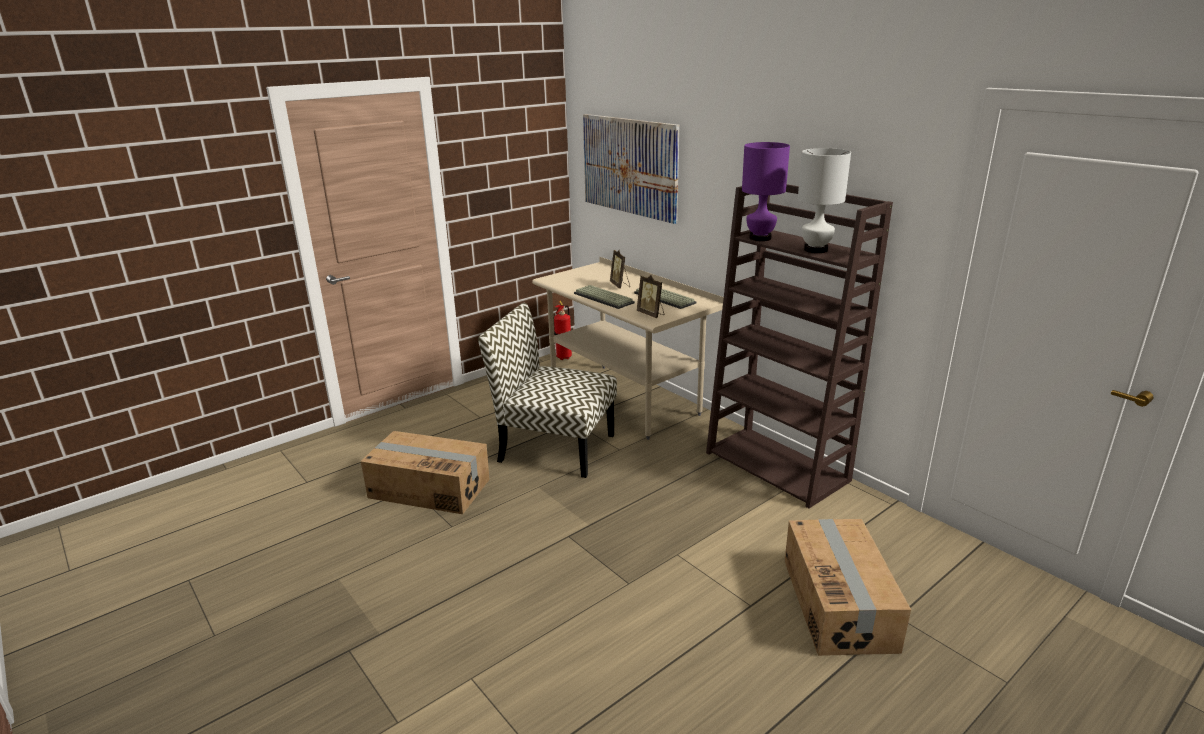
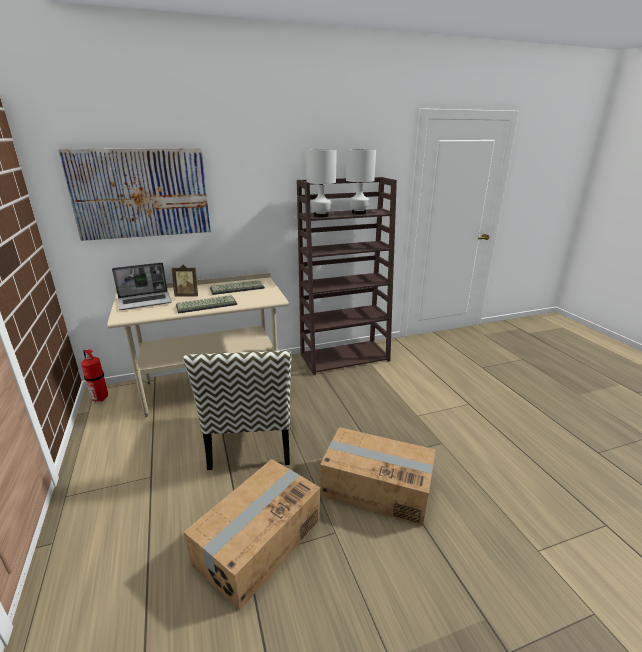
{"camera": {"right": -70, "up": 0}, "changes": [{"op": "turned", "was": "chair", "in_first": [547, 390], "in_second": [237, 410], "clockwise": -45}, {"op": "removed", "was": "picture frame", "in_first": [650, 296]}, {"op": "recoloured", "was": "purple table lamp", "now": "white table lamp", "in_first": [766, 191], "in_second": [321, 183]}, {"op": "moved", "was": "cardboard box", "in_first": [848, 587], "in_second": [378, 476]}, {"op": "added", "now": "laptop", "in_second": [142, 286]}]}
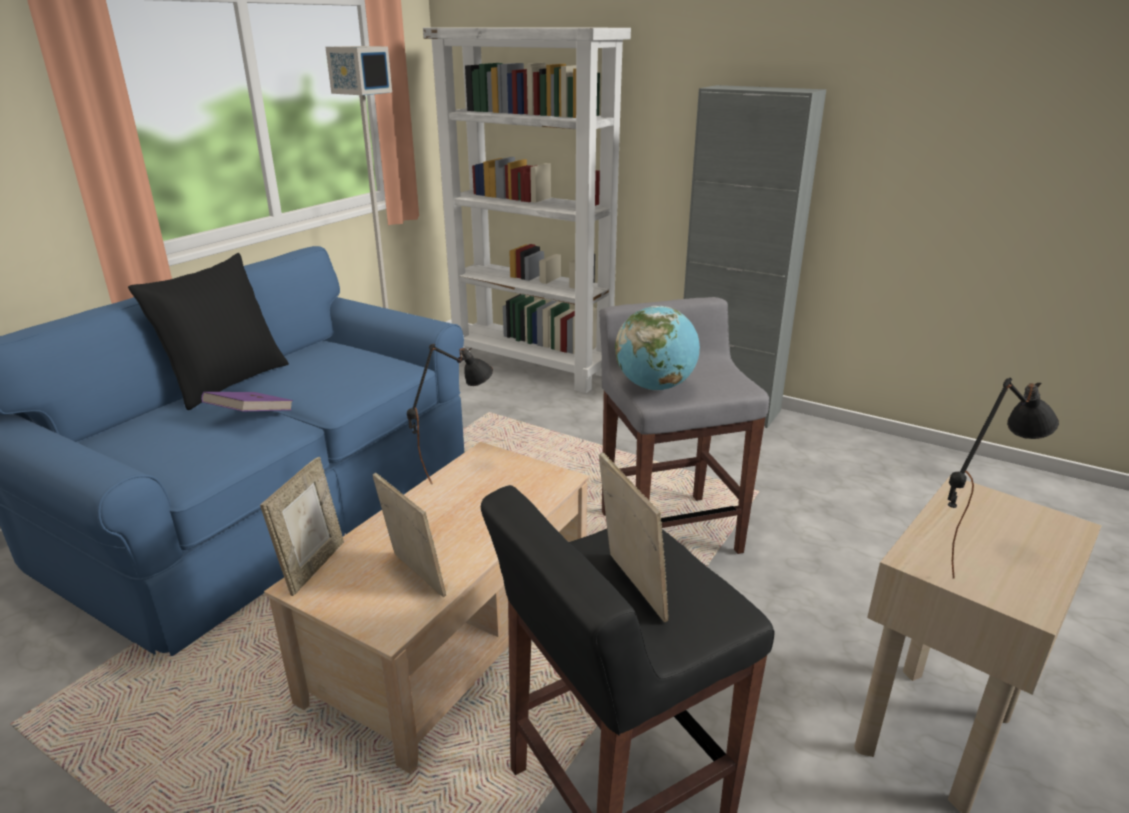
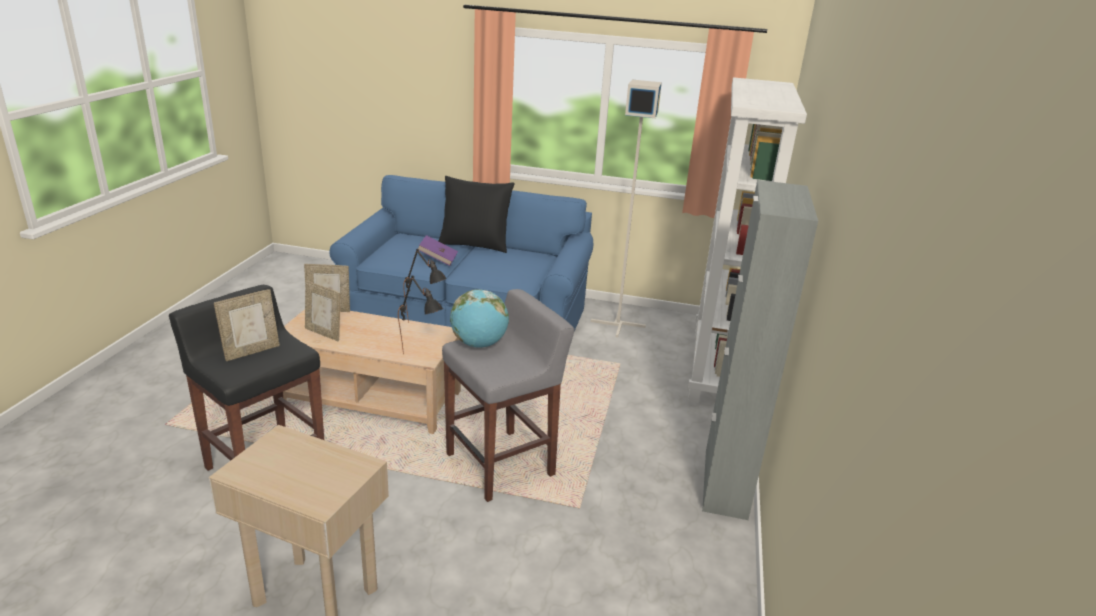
{"camera": {"right": 70, "up": 0}, "changes": [{"op": "turned", "was": "picture frame", "in_first": [409, 535], "in_second": [323, 311], "clockwise": 90}, {"op": "moved", "was": "black table lamp", "in_first": [1003, 478], "in_second": [420, 314]}]}
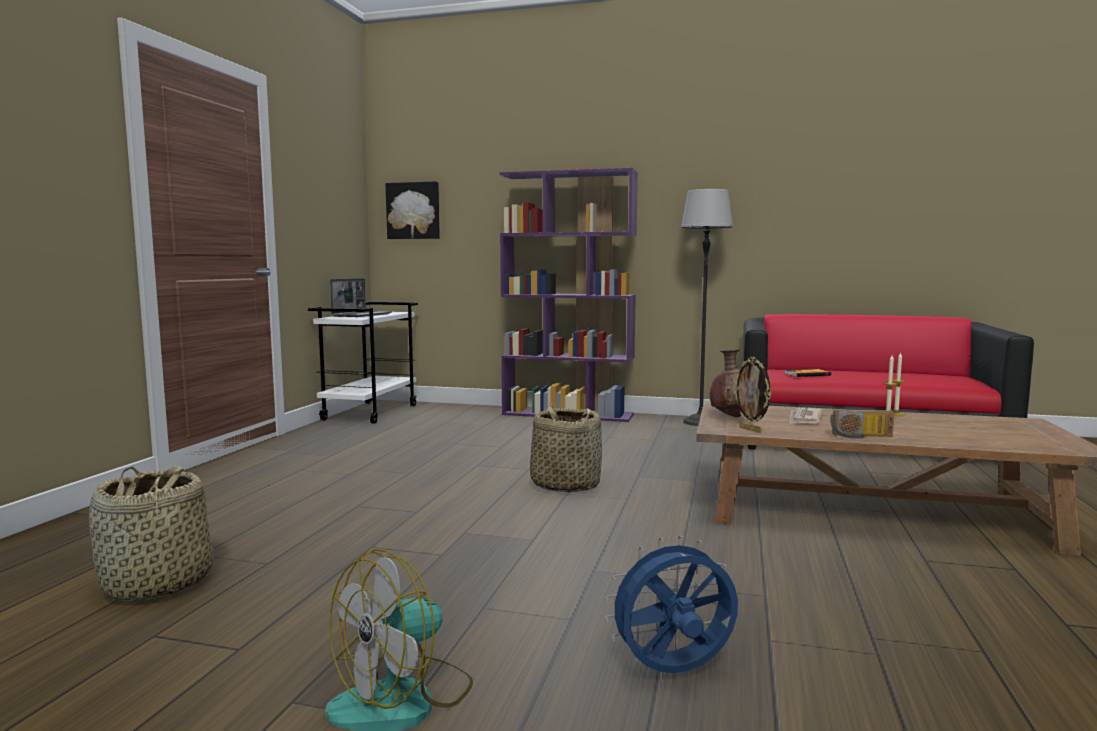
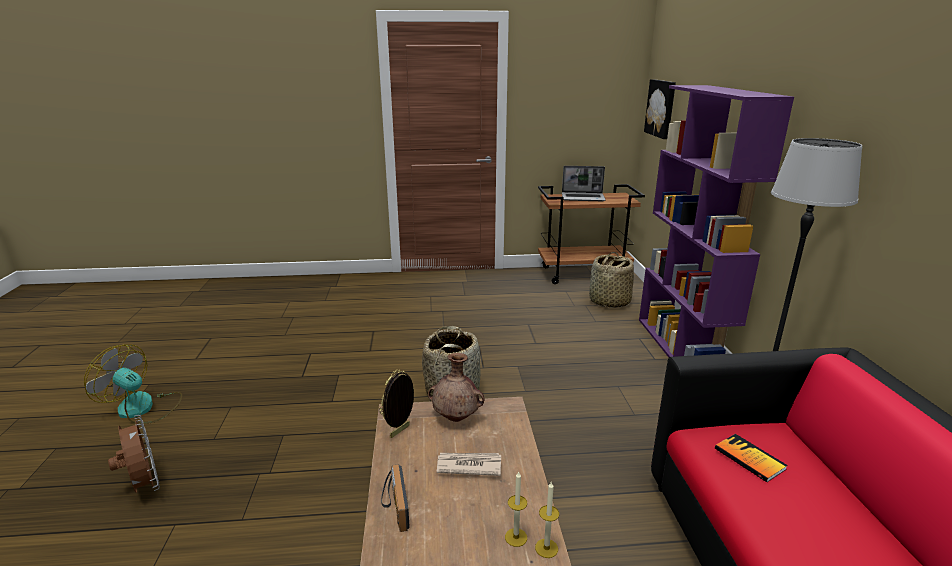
{"camera": {"right": 70, "up": 15}, "changes": [{"op": "moved", "was": "basket", "in_first": [151, 533], "in_second": [611, 280]}, {"op": "recoloured", "was": "white cart", "now": "brown cart", "in_first": [363, 363], "in_second": [591, 234]}, {"op": "recoloured", "was": "blue fan", "now": "brown fan", "in_first": [671, 604], "in_second": [134, 454]}]}
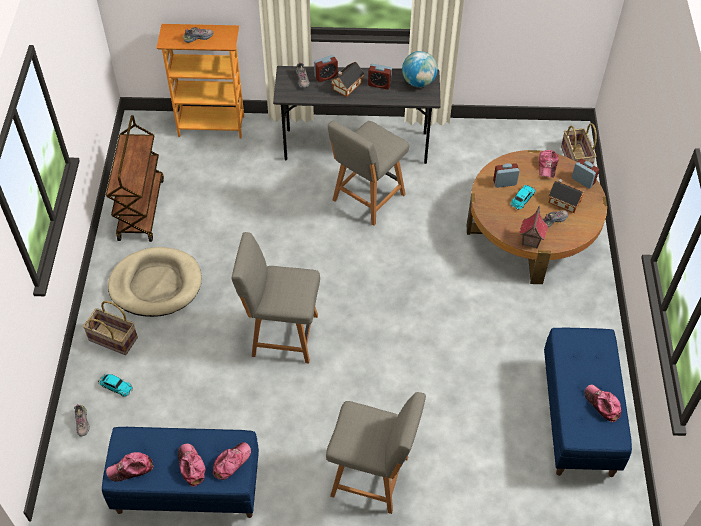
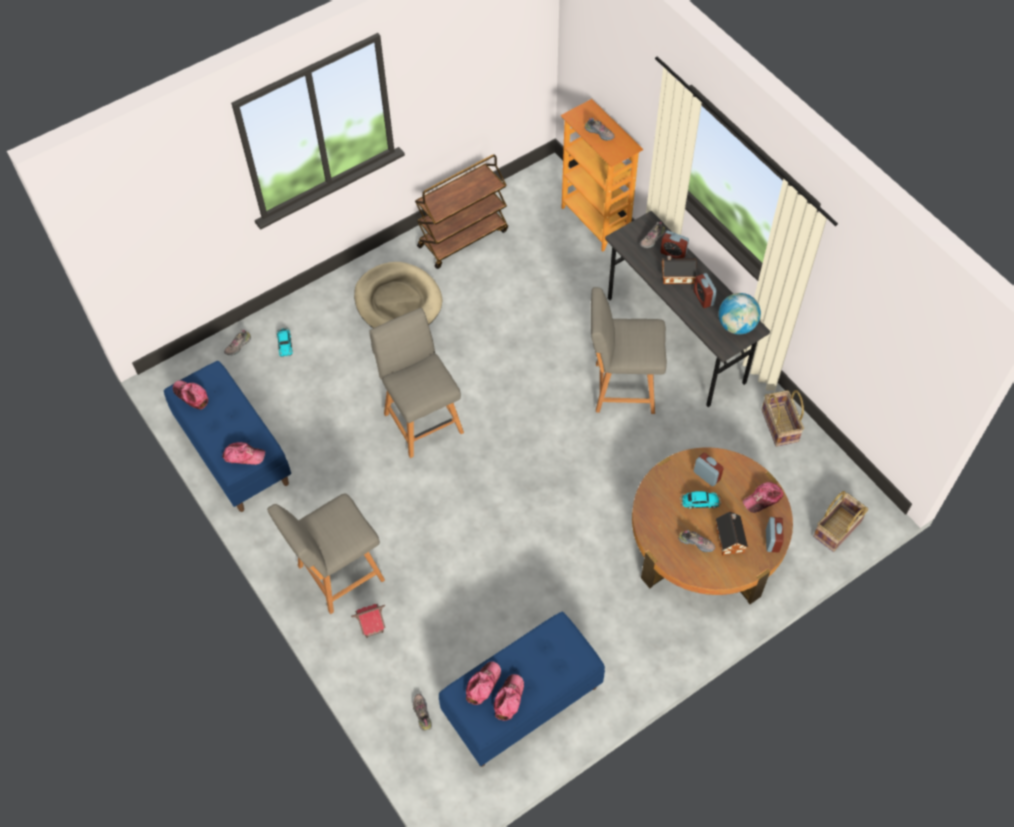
{"camera": {"right": 55, "up": 5}, "changes": [{"op": "moved", "was": "basket", "in_first": [110, 328], "in_second": [782, 418]}, {"op": "moved", "was": "cap", "in_first": [192, 464], "in_second": [483, 683]}, {"op": "turned", "was": "grey chair", "in_first": [376, 453], "in_second": [326, 553], "clockwise": 75}, {"op": "moved", "was": "toy house", "in_first": [534, 227], "in_second": [368, 621]}, {"op": "added", "now": "shoe", "in_second": [422, 712]}]}
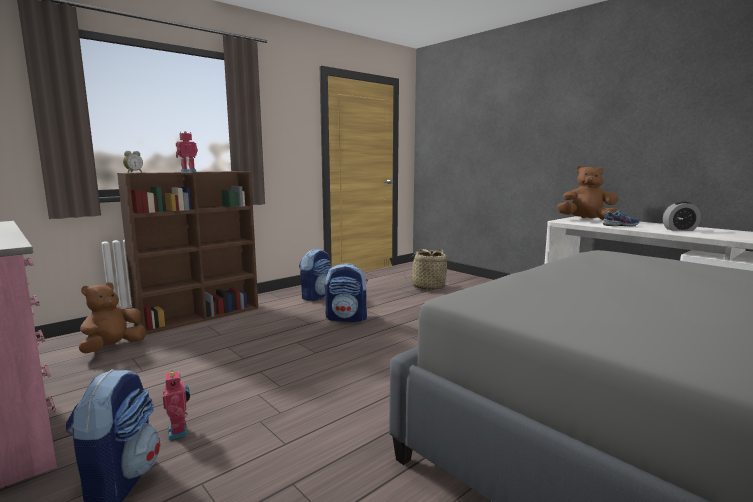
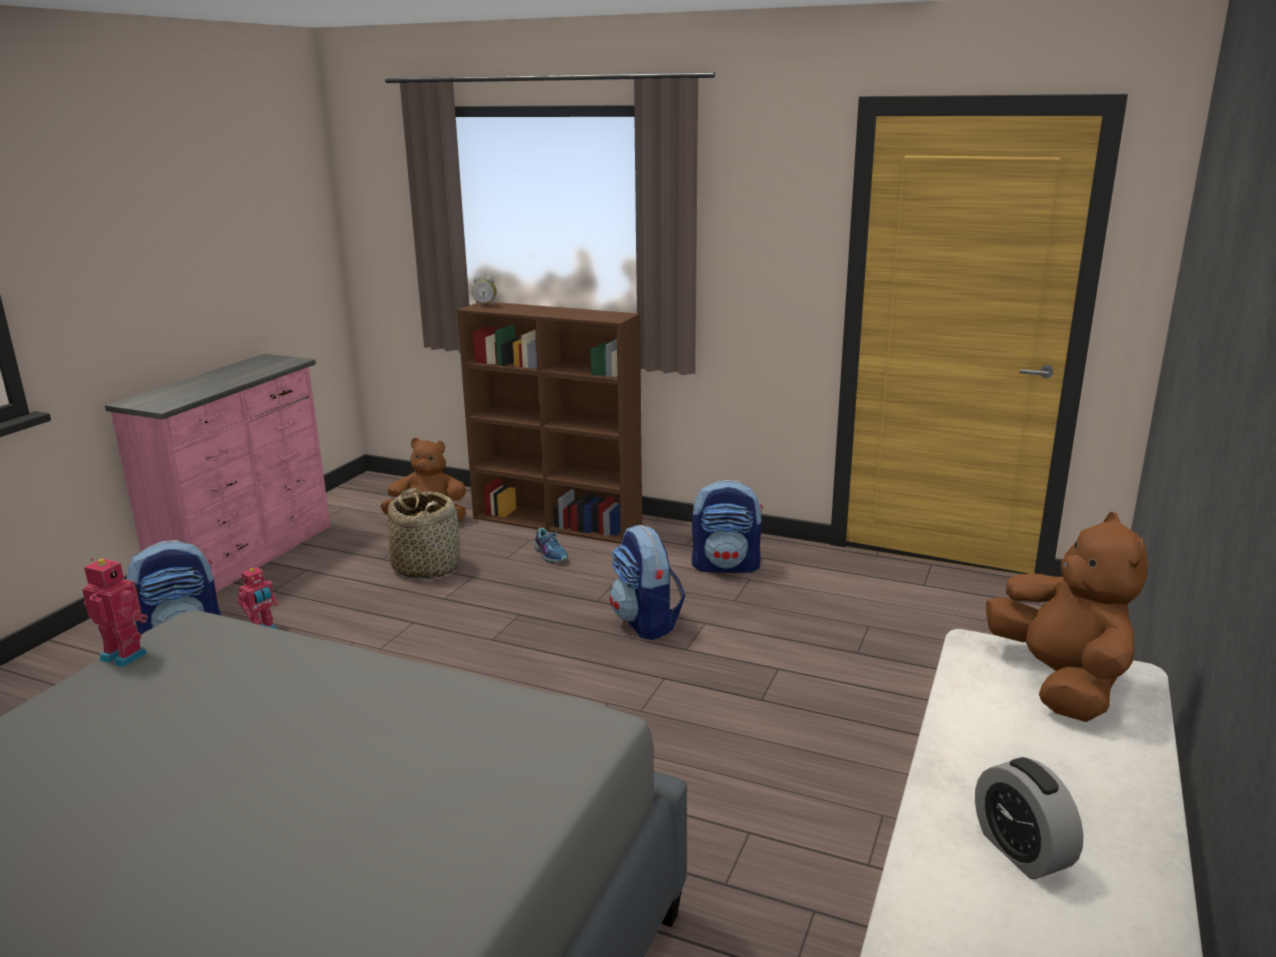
{"camera": {"right": 65, "up": 10}, "changes": [{"op": "moved", "was": "toy robot", "in_first": [187, 151], "in_second": [115, 612]}, {"op": "moved", "was": "basket", "in_first": [427, 269], "in_second": [424, 533]}, {"op": "moved", "was": "shoe", "in_first": [621, 218], "in_second": [551, 545]}]}
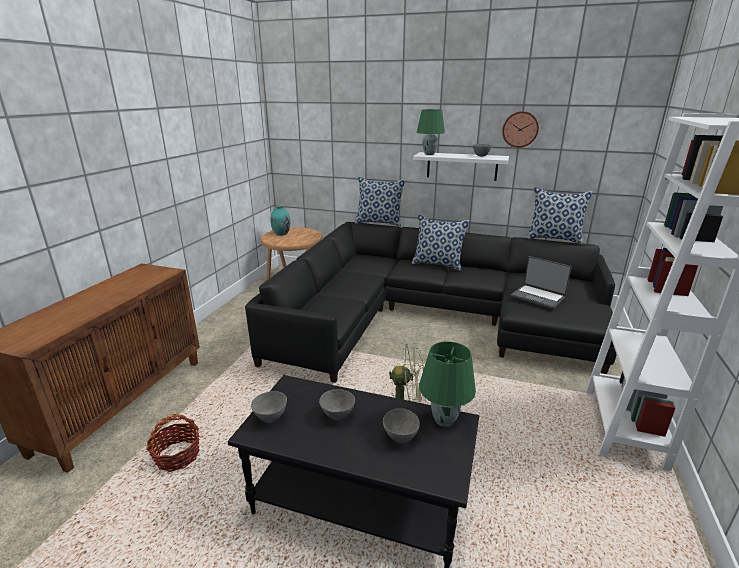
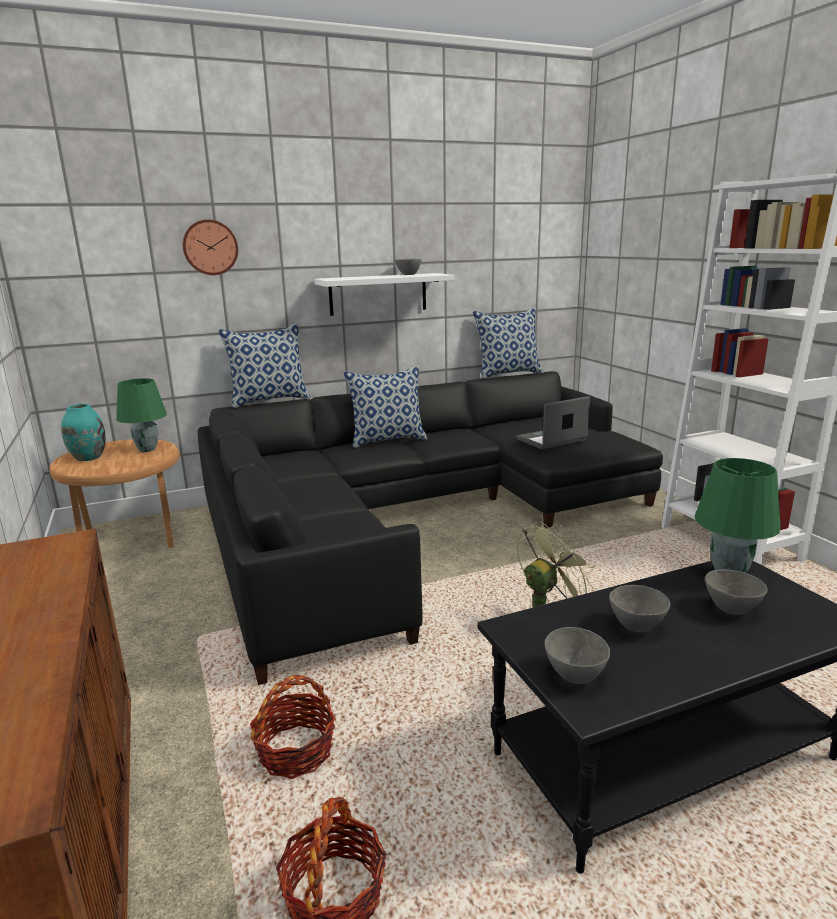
{"camera": {"right": -40, "up": -5}, "changes": [{"op": "moved", "was": "green table lamp", "in_first": [431, 132], "in_second": [141, 415]}, {"op": "moved", "was": "wall clock", "in_first": [520, 129], "in_second": [210, 247]}, {"op": "turned", "was": "laptop", "in_first": [541, 282], "in_second": [553, 422], "clockwise": 150}, {"op": "added", "now": "basket", "in_second": [293, 727]}]}
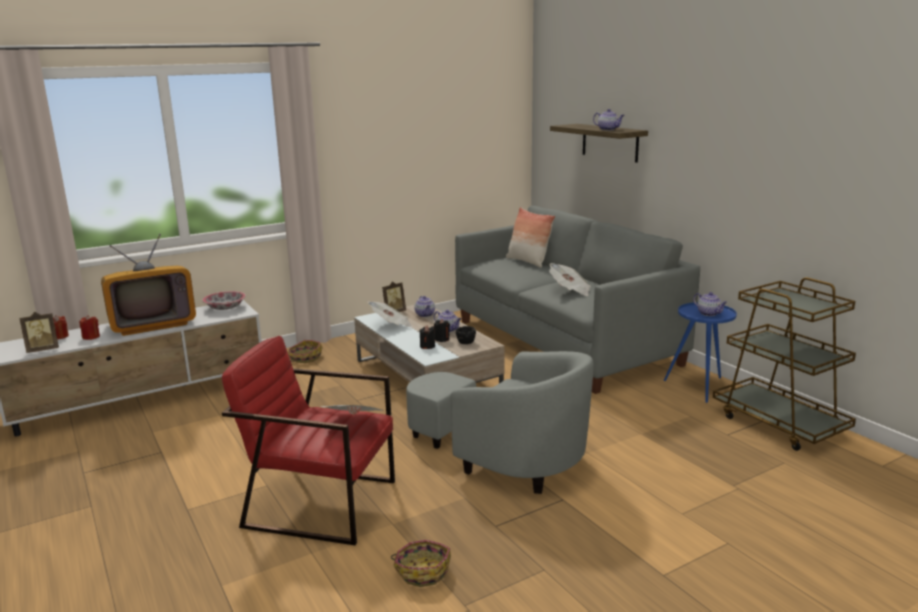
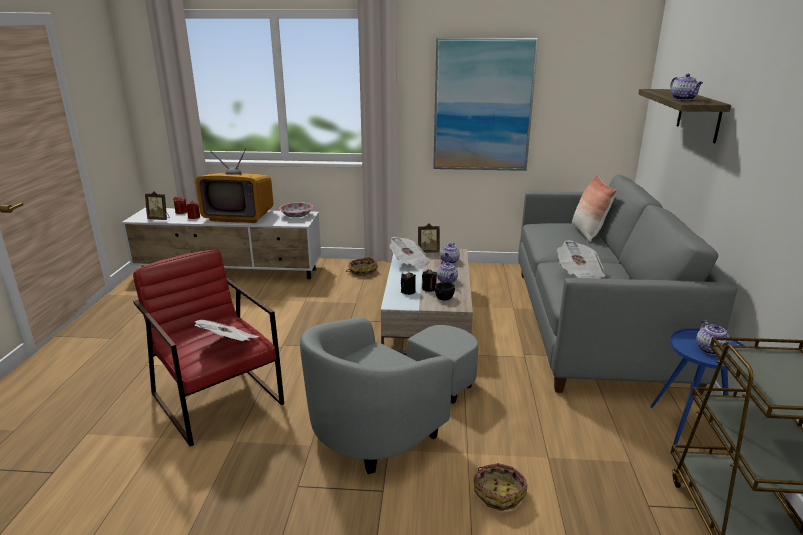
{"camera": {"right": 35, "up": 5}, "changes": [{"op": "moved", "was": "basket", "in_first": [421, 563], "in_second": [501, 487]}, {"op": "turned", "was": "grey armchair", "in_first": [500, 422], "in_second": [389, 395], "clockwise": 60}, {"op": "added", "now": "picture", "in_second": [485, 104]}]}
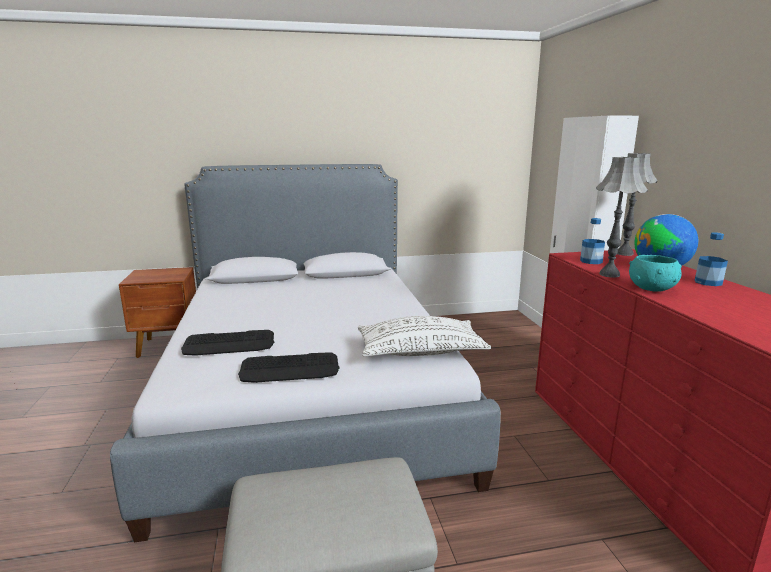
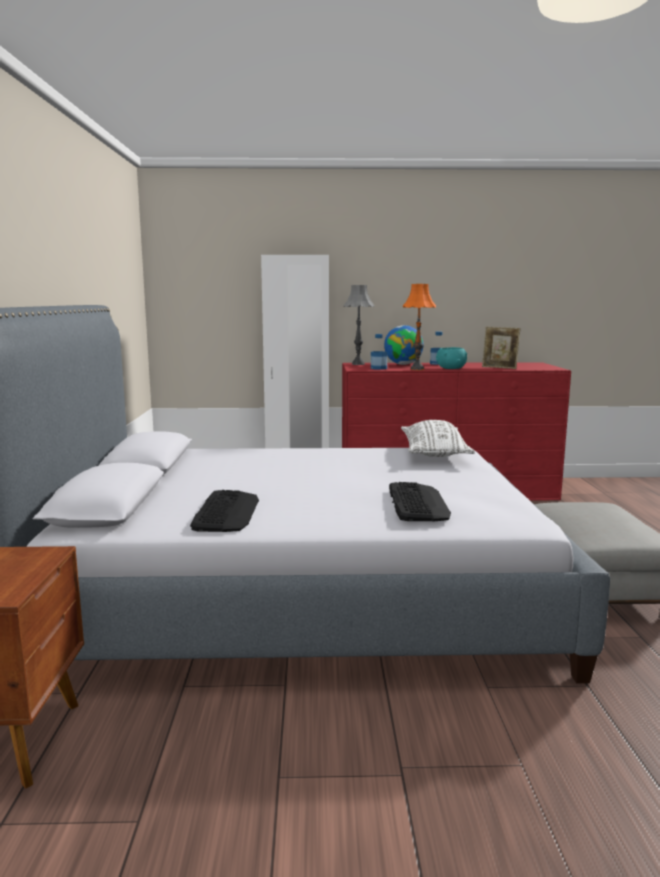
{"camera": {"right": -80, "up": -5}, "changes": [{"op": "moved", "was": "keyboard", "in_first": [289, 367], "in_second": [224, 511]}, {"op": "recoloured", "was": "grey table lamp", "now": "orange table lamp", "in_first": [622, 217], "in_second": [419, 327]}, {"op": "added", "now": "picture frame", "in_second": [501, 347]}]}
